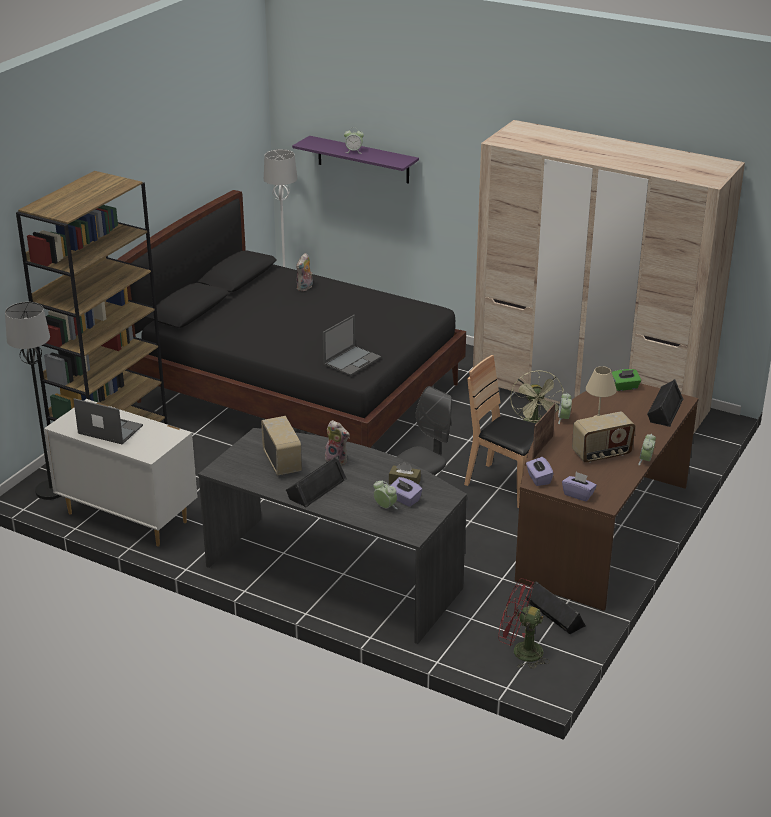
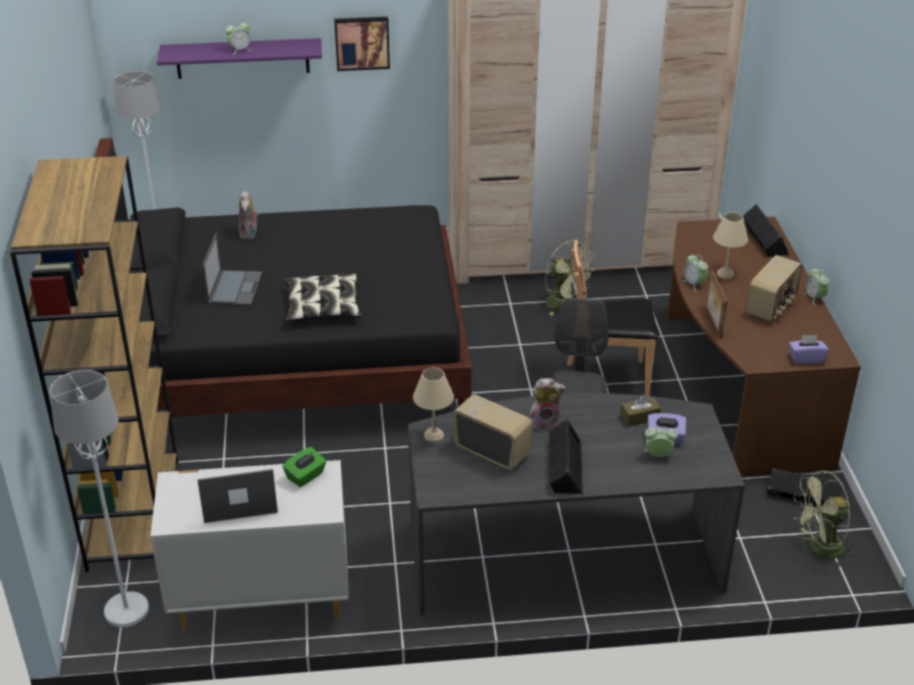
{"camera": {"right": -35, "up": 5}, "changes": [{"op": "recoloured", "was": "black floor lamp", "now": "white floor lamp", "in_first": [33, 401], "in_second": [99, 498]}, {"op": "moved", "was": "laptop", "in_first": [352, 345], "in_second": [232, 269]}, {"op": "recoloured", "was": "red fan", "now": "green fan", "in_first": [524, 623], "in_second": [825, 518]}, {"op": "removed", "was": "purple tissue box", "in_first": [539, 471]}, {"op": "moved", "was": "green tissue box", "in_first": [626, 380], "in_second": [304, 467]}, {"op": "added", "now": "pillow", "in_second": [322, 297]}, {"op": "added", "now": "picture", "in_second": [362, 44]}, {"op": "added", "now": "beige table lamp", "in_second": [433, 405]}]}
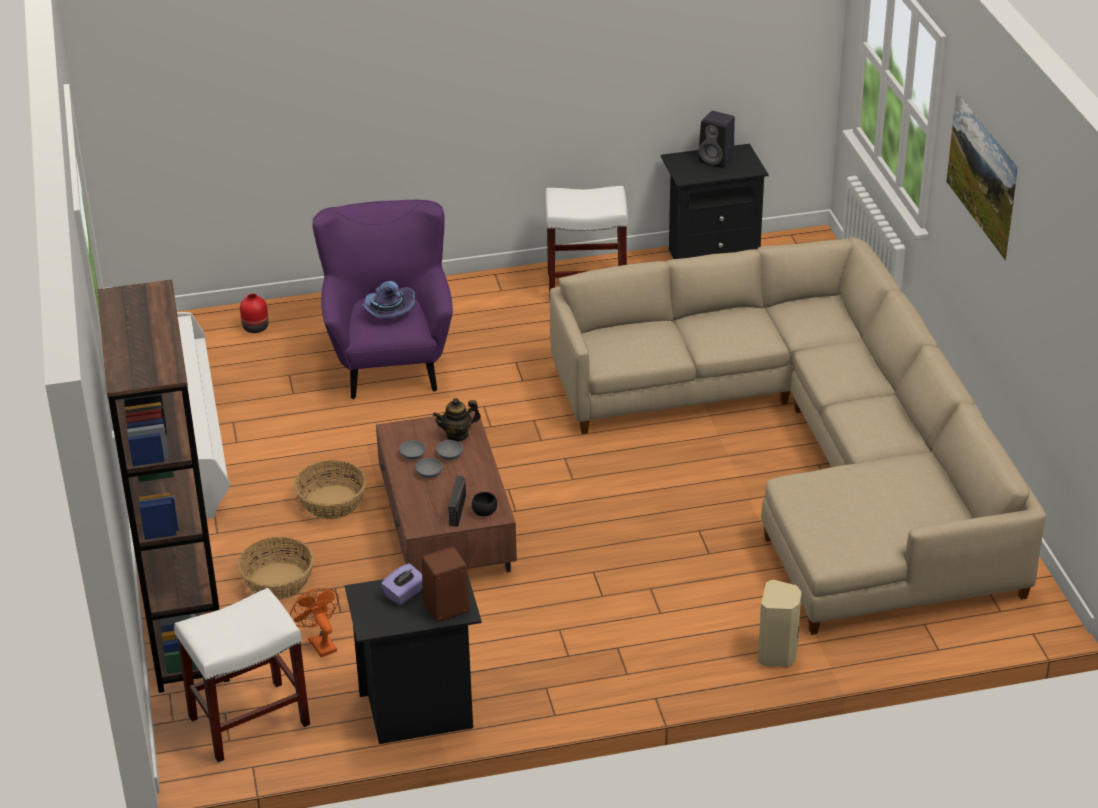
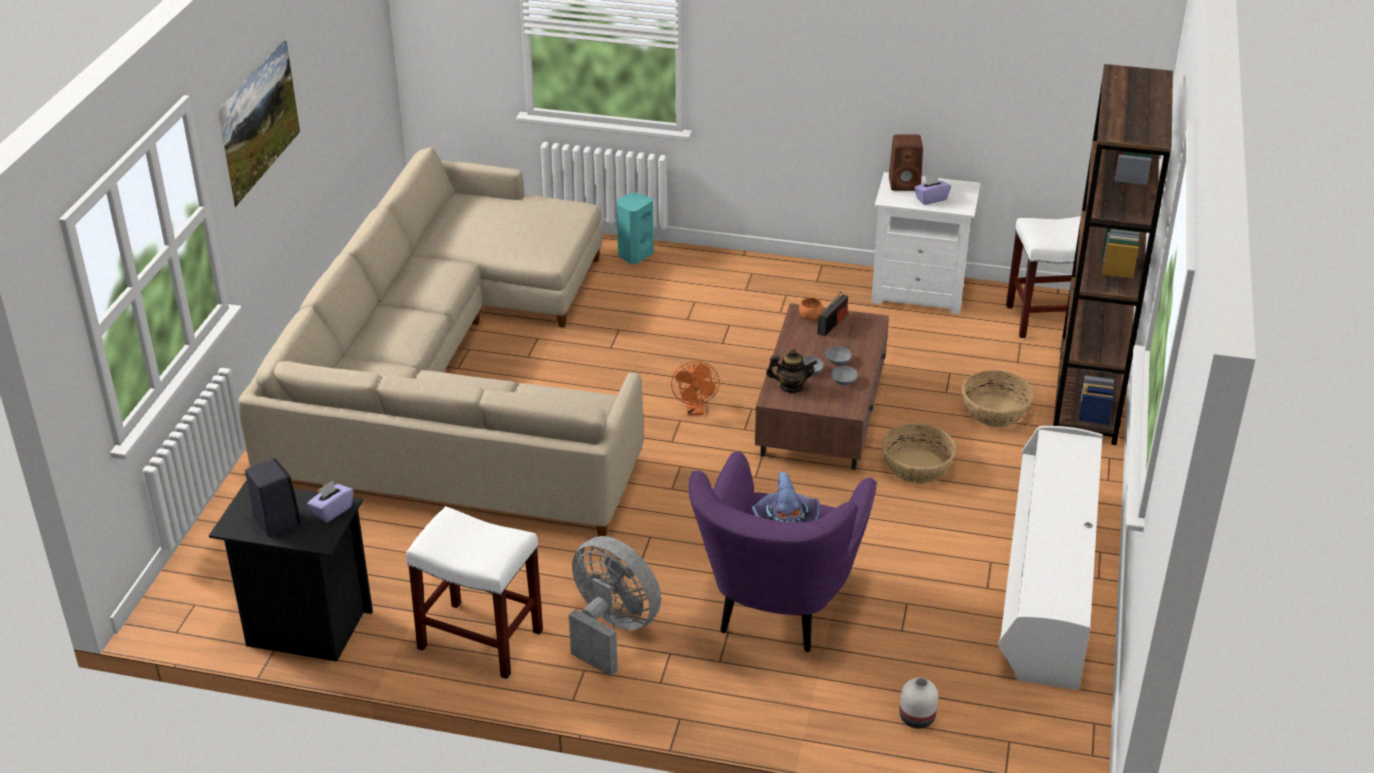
{"camera": {"right": -155, "up": 0}, "changes": [{"op": "recoloured", "was": "red vase", "now": "white vase", "in_first": [254, 313], "in_second": [919, 703]}, {"op": "moved", "was": "orange fan", "in_first": [314, 622], "in_second": [695, 388]}, {"op": "recoloured", "was": "black nightstand", "now": "white nightstand", "in_first": [413, 658], "in_second": [926, 243]}, {"op": "recoloured", "was": "black bowl", "now": "orange bowl", "in_first": [484, 504], "in_second": [811, 309]}, {"op": "recoloured", "was": "beige speaker", "now": "turquoise speaker", "in_first": [780, 623], "in_second": [635, 228]}, {"op": "added", "now": "purple tissue box", "in_second": [330, 502]}, {"op": "added", "now": "grey fan", "in_second": [615, 606]}]}
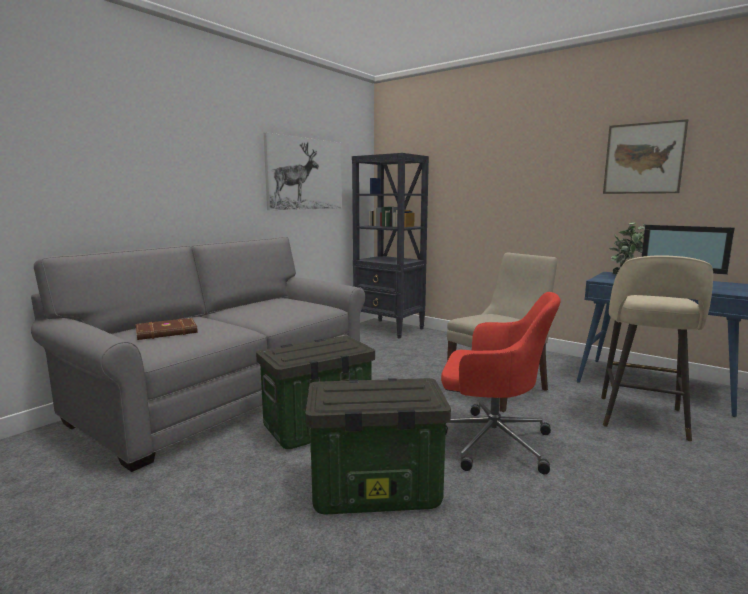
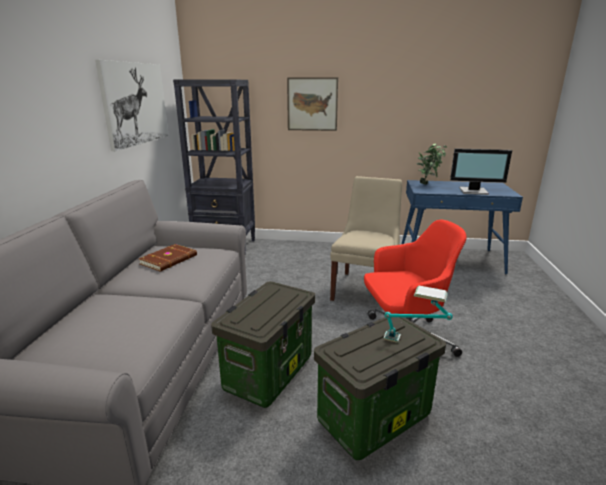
{"camera": {"right": -30, "up": 10}, "changes": [{"op": "moved", "was": "brown book", "in_first": [167, 329], "in_second": [168, 258]}, {"op": "removed", "was": "beige stool", "in_first": [657, 348]}, {"op": "moved", "was": "picture", "in_first": [645, 156], "in_second": [312, 104]}, {"op": "added", "now": "table lamp", "in_second": [418, 314]}]}
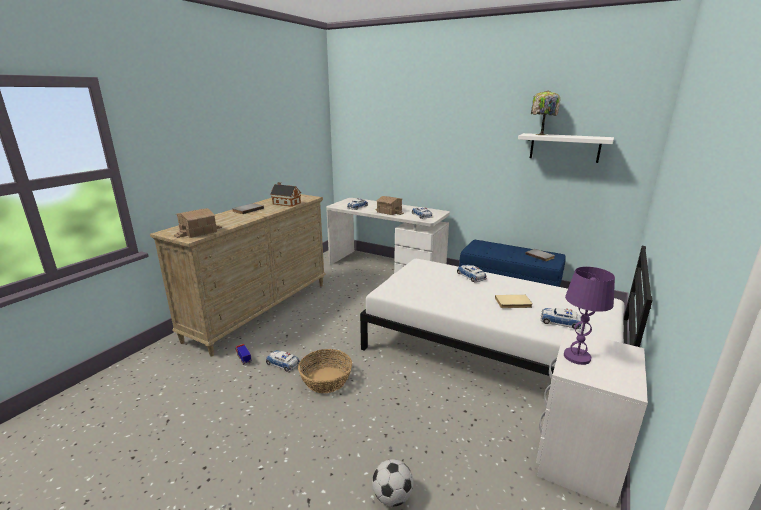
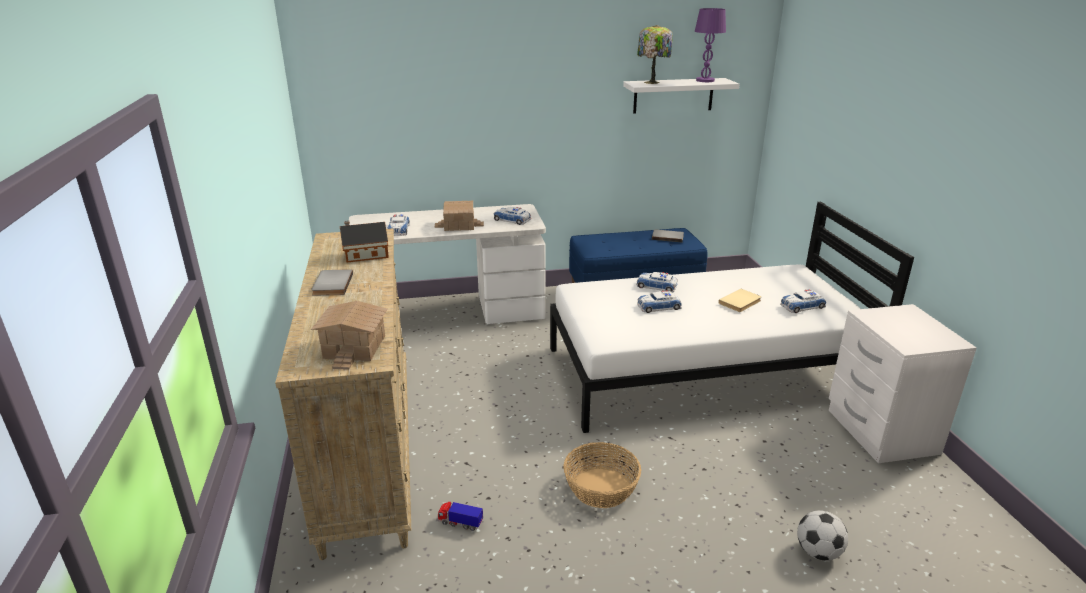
{"camera": {"right": -40, "up": 5}, "changes": [{"op": "moved", "was": "toy car", "in_first": [283, 361], "in_second": [659, 301]}, {"op": "moved", "was": "purple table lamp", "in_first": [589, 316], "in_second": [710, 45]}]}
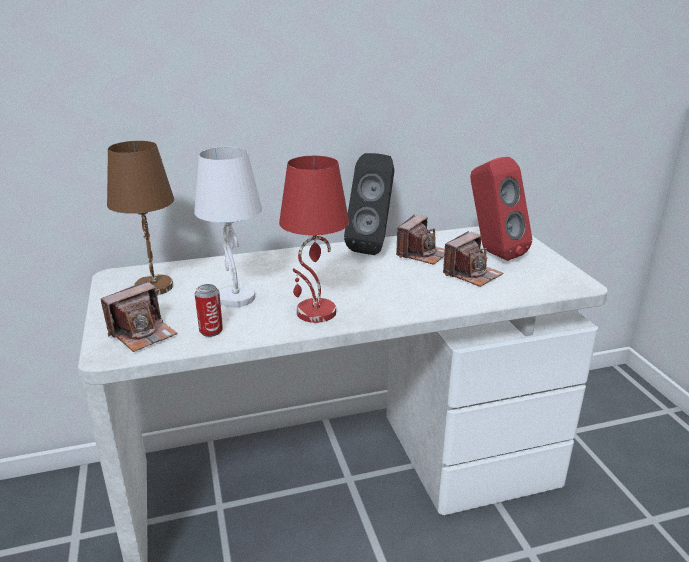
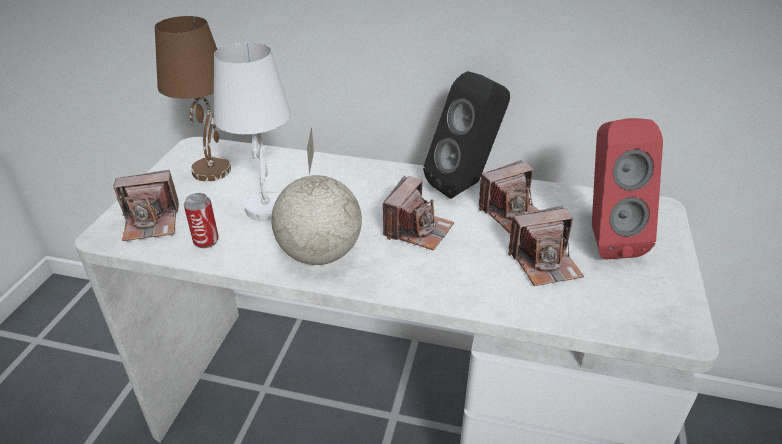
{"camera": {"right": 30, "up": 10}, "changes": [{"op": "replaced", "was": "red table lamp", "now": "globe", "in_first": [314, 239], "in_second": [316, 196]}, {"op": "added", "now": "photo camera", "in_second": [418, 213]}]}
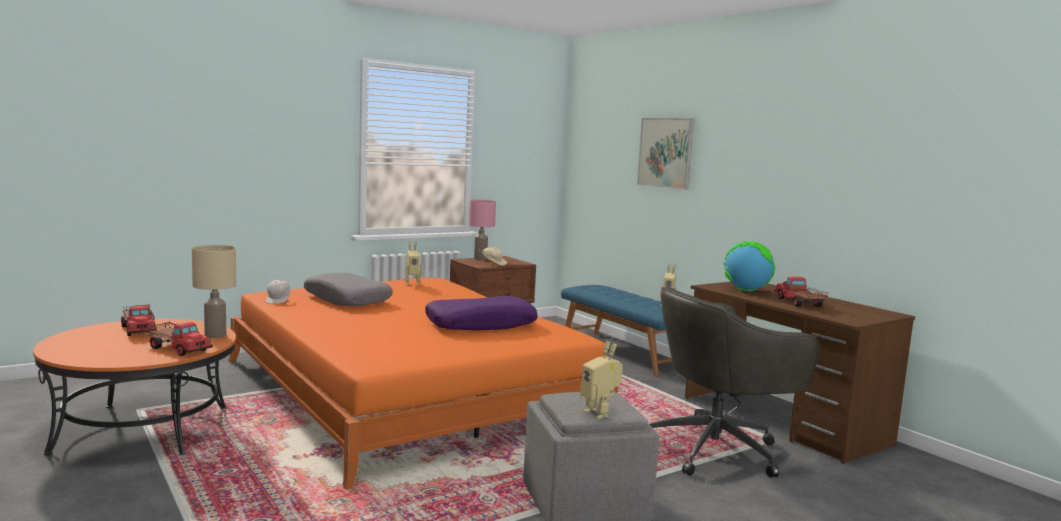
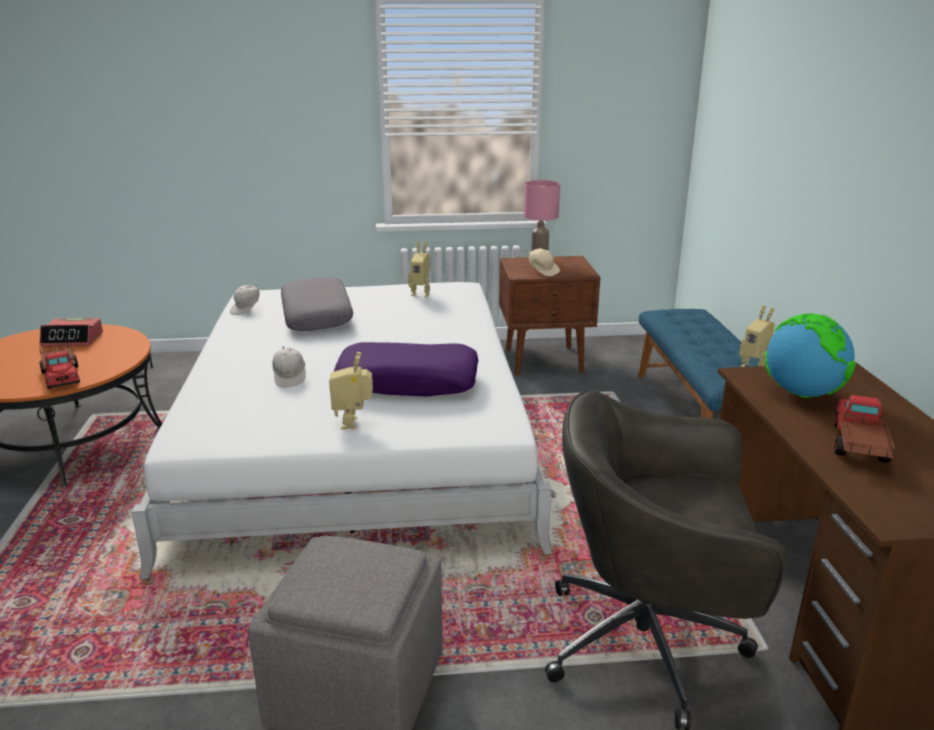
{"camera": {"right": 30, "up": 15}, "changes": [{"op": "replaced", "was": "toy truck", "now": "alarm clock", "in_first": [138, 320], "in_second": [71, 332]}, {"op": "removed", "was": "beige table lamp", "in_first": [214, 291]}, {"op": "recoloured", "was": "orange bed", "now": "white bed", "in_first": [423, 384], "in_second": [341, 430]}, {"op": "moved", "was": "toy robot", "in_first": [601, 380], "in_second": [351, 390]}, {"op": "removed", "was": "picture", "in_first": [666, 154]}, {"op": "added", "now": "white cap", "in_second": [289, 366]}]}
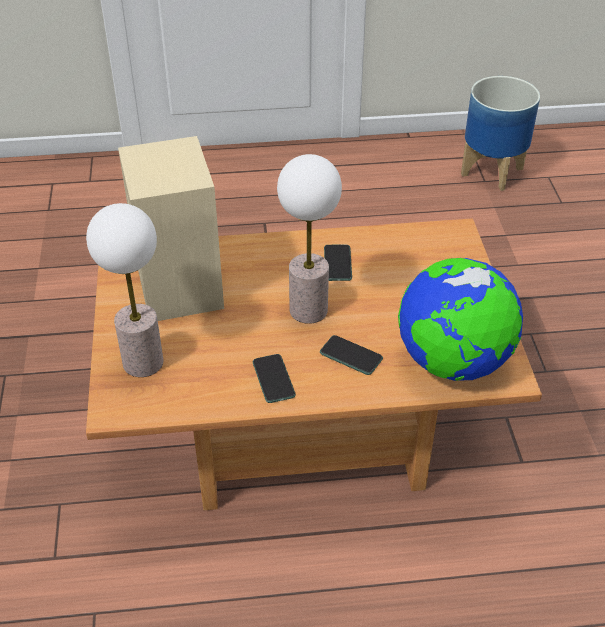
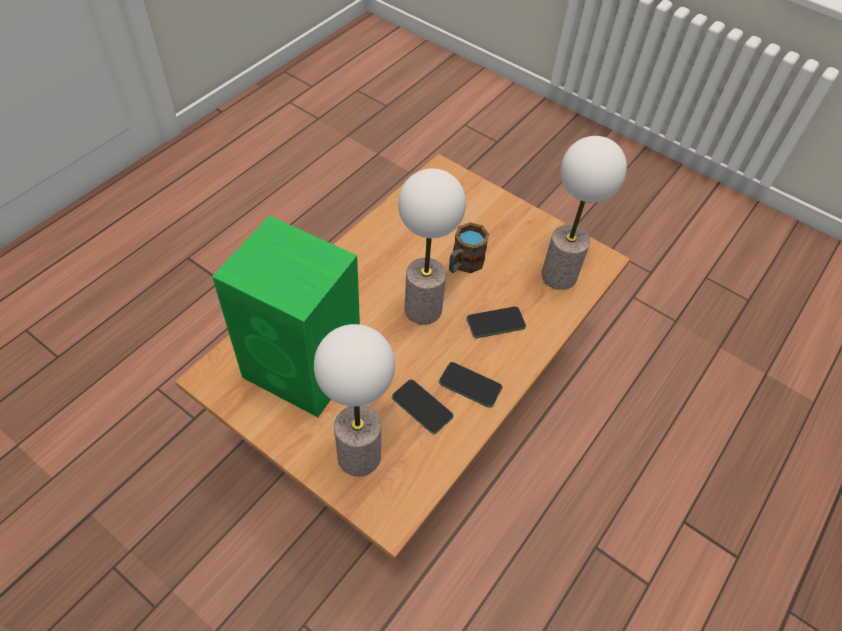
{"camera": {"right": -50, "up": 10}, "changes": [{"op": "recoloured", "was": "beige speaker", "now": "green speaker", "in_first": [171, 228], "in_second": [286, 316]}, {"op": "moved", "was": "phone", "in_first": [338, 263], "in_second": [422, 406]}, {"op": "replaced", "was": "globe", "now": "table lamp", "in_first": [460, 319], "in_second": [584, 213]}, {"op": "removed", "was": "planter", "in_first": [500, 133]}, {"op": "added", "now": "mug", "in_second": [469, 247]}]}
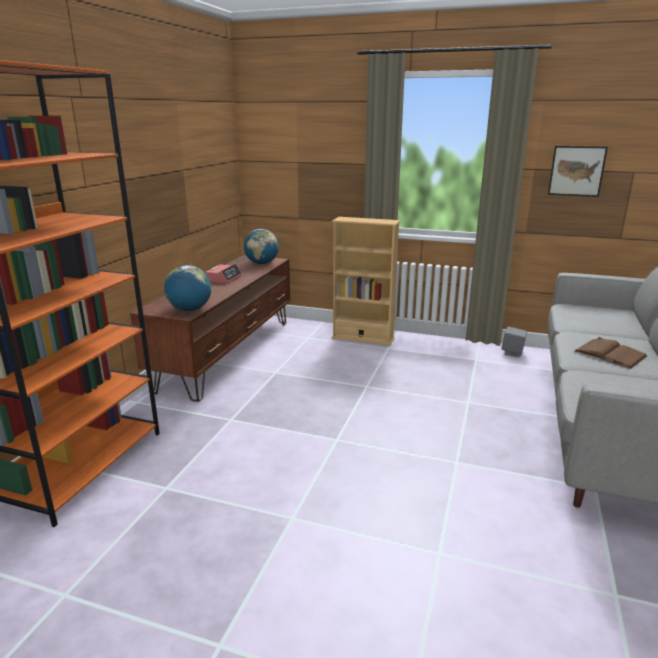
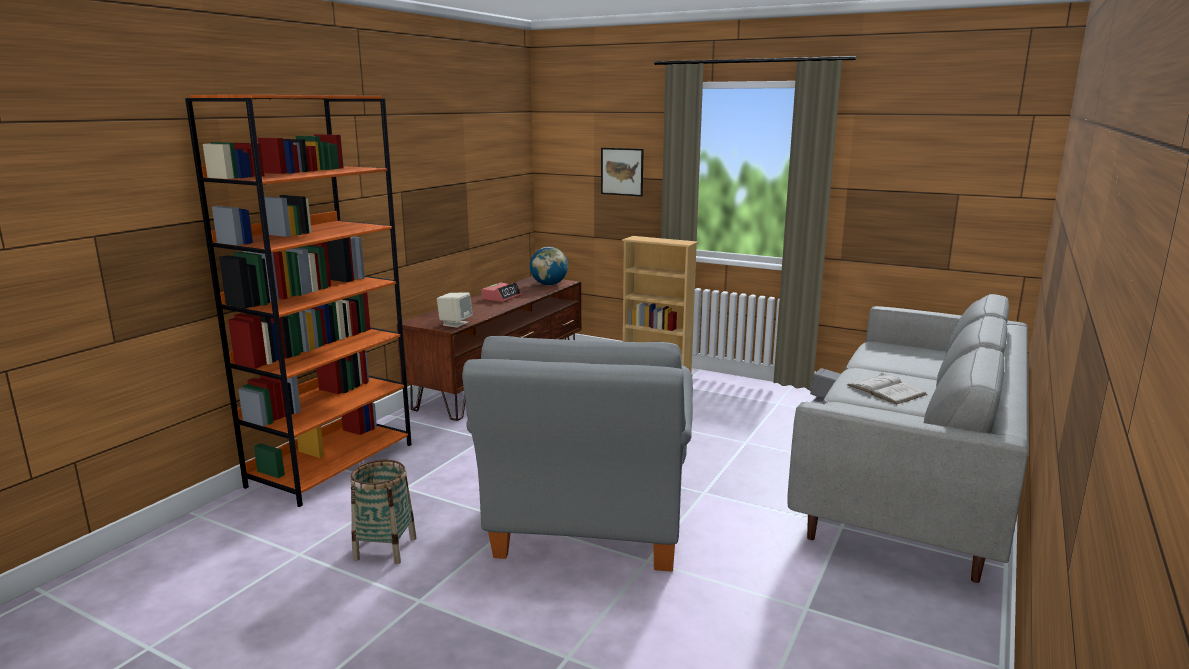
{"camera": {"right": 10, "up": -5}, "changes": [{"op": "replaced", "was": "globe", "now": "beige speaker", "in_first": [187, 288], "in_second": [455, 310]}, {"op": "moved", "was": "picture", "in_first": [578, 171], "in_second": [622, 172]}, {"op": "recoloured", "was": "brown book", "now": "white book", "in_first": [611, 353], "in_second": [887, 388]}, {"op": "added", "now": "basket", "in_second": [383, 512]}, {"op": "added", "now": "grey armchair", "in_second": [577, 454]}]}
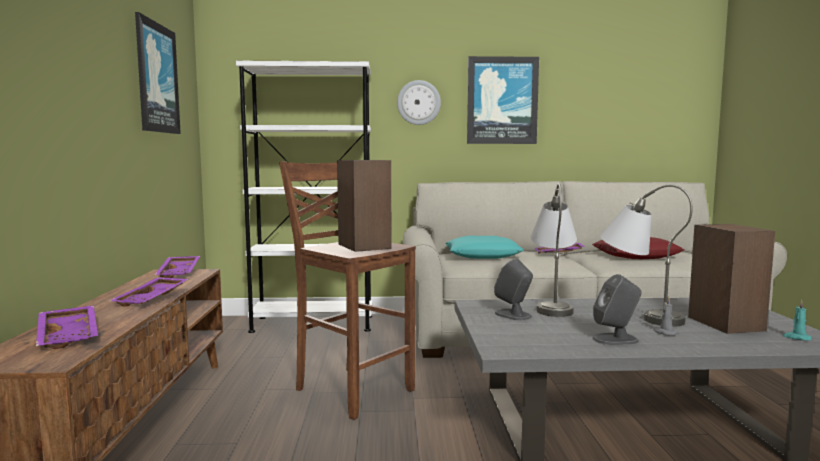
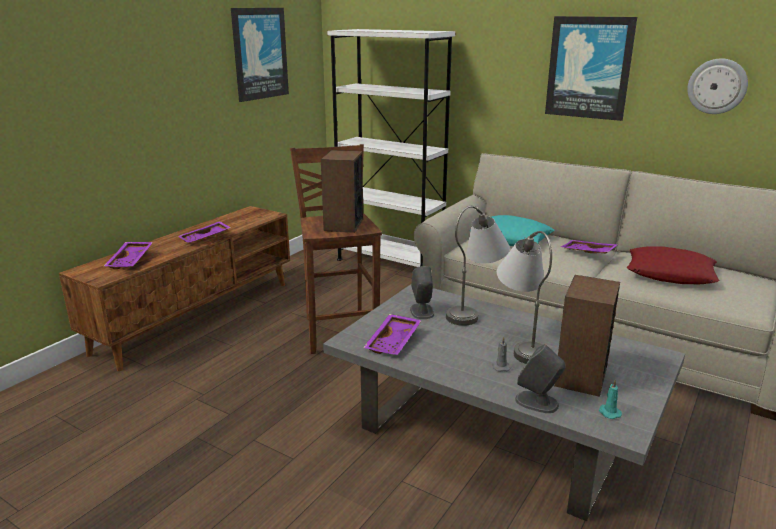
{"camera": {"right": 35, "up": 15}, "changes": [{"op": "moved", "was": "purple tray", "in_first": [177, 267], "in_second": [392, 334]}, {"op": "moved", "was": "wall clock", "in_first": [419, 102], "in_second": [717, 86]}, {"op": "moved", "was": "grey speaker", "in_first": [617, 309], "in_second": [540, 378]}]}
